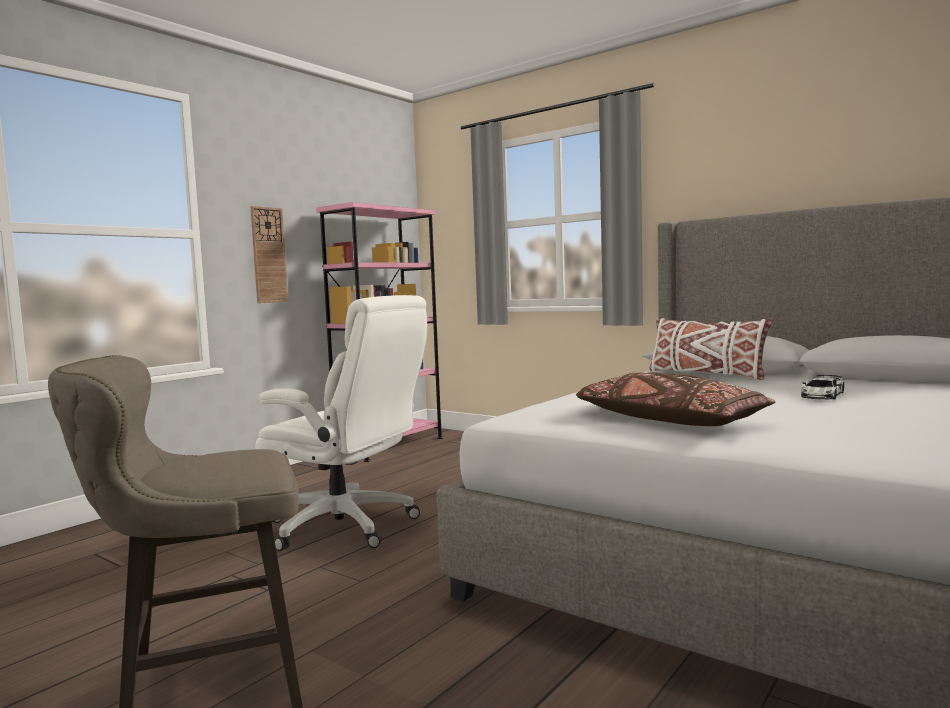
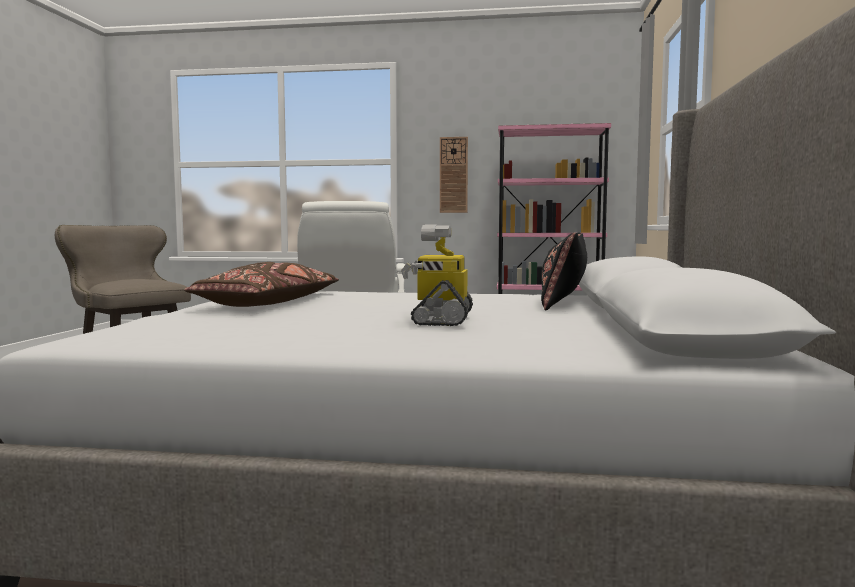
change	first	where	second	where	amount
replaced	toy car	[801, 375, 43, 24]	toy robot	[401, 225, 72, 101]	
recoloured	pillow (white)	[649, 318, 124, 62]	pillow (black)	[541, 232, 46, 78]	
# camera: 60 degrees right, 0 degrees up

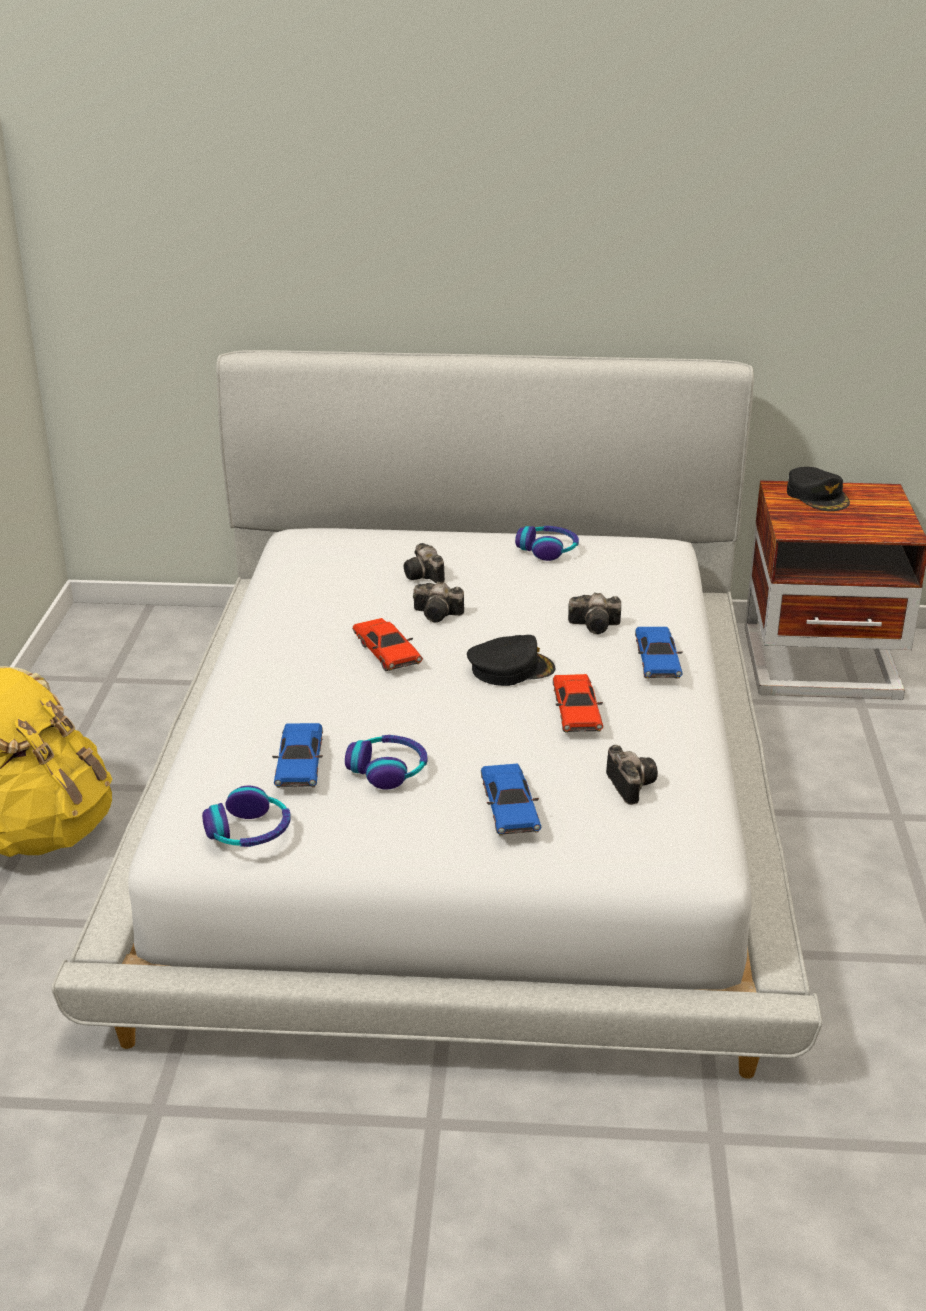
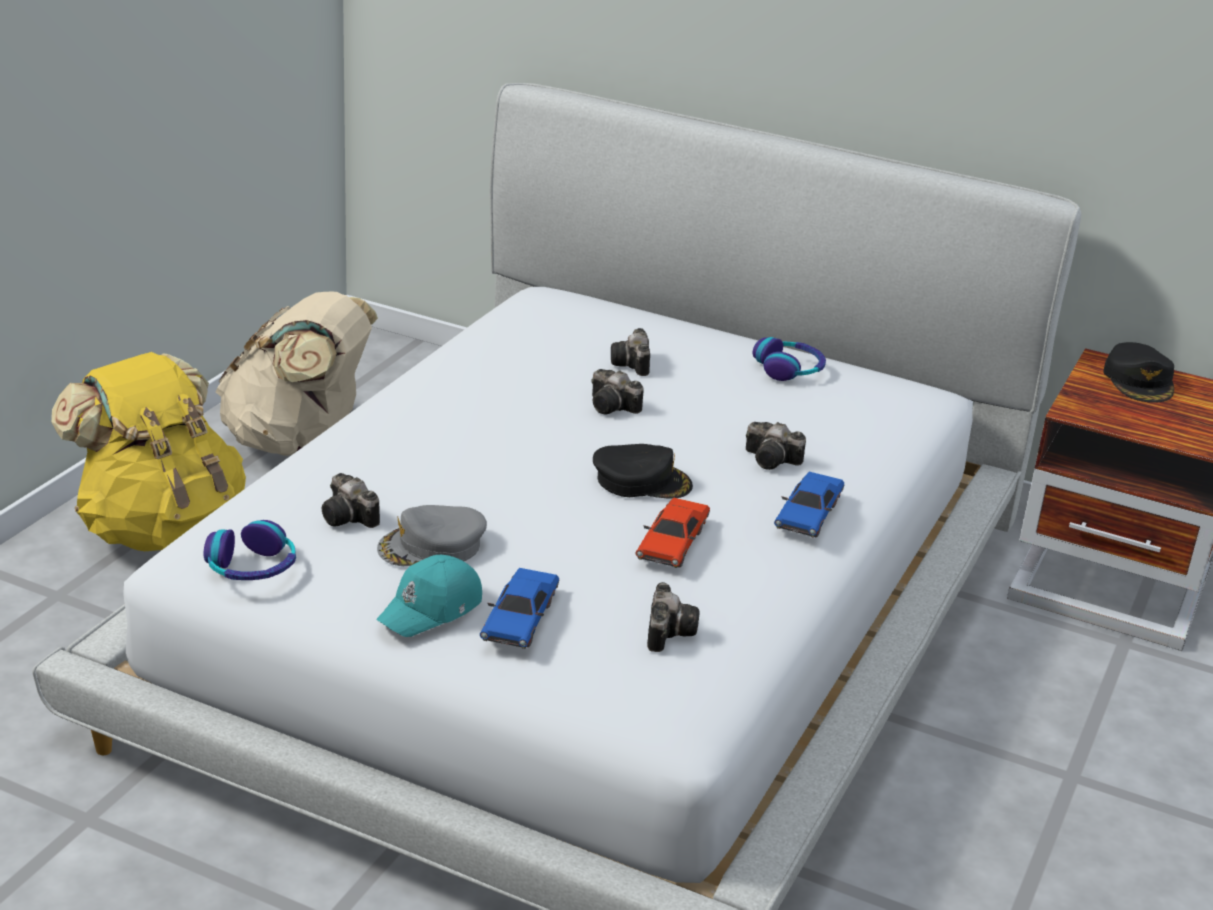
change	first	where	second	where	amount
added			backpack (beige)	[215, 291, 163, 165]	
replaced	toy car (blue)	[272, 723, 51, 65]	photo camera	[322, 473, 58, 55]	
added			cap (turquoise)	[376, 555, 106, 82]	
replaced	headphones	[345, 735, 83, 54]	cap (grey)	[377, 505, 110, 61]	
removed	toy car (red)	[352, 618, 71, 53]			
# camera: 20 degrees right, 0 degrees up

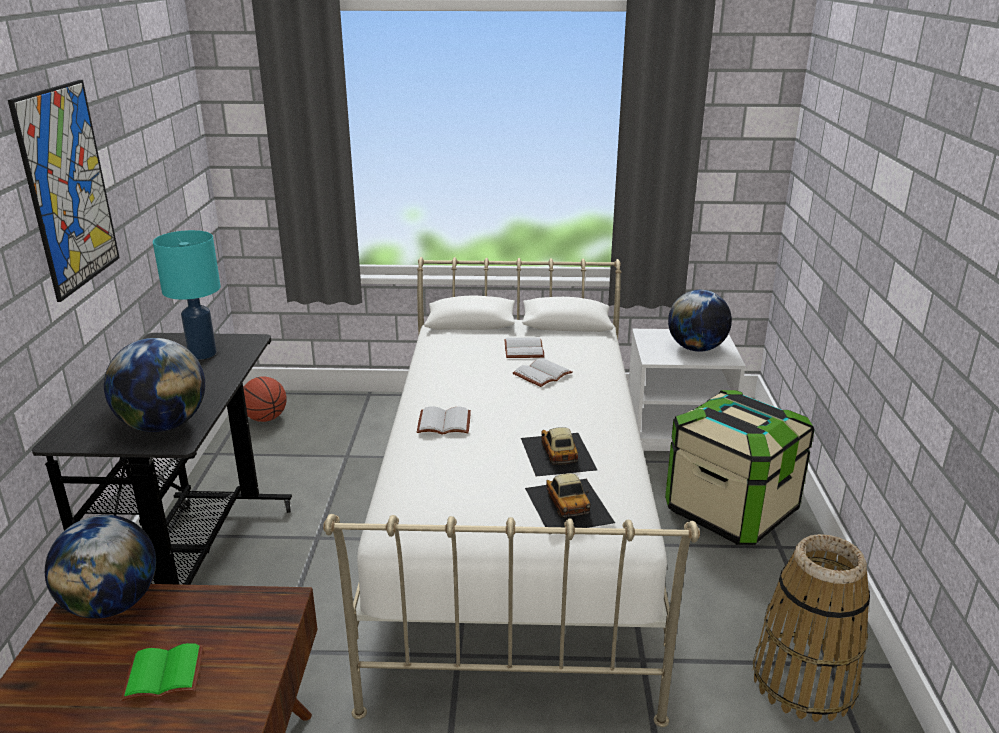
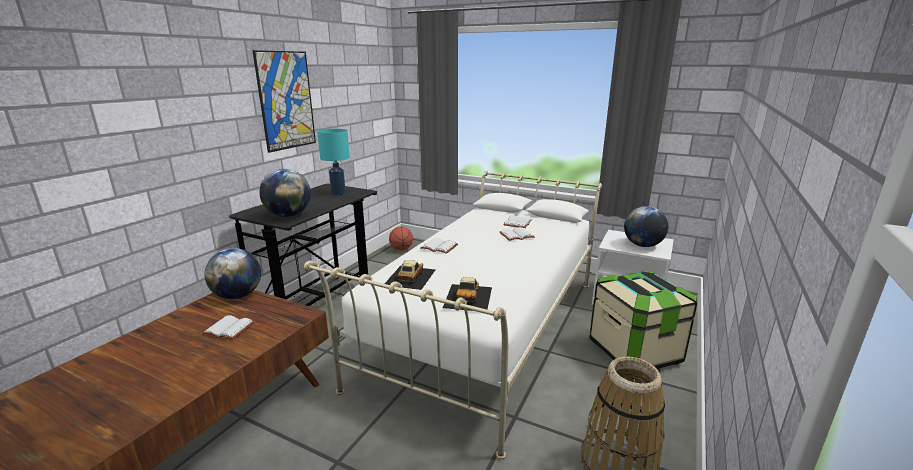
change	first	where	second	where	amount
recoloured	book (green)	[121, 643, 83, 58]	book (white)	[202, 315, 53, 24]	
moved	toy car	[521, 427, 76, 50]		[384, 260, 51, 30]	
# camera: 25 degrees right, 5 degrees down

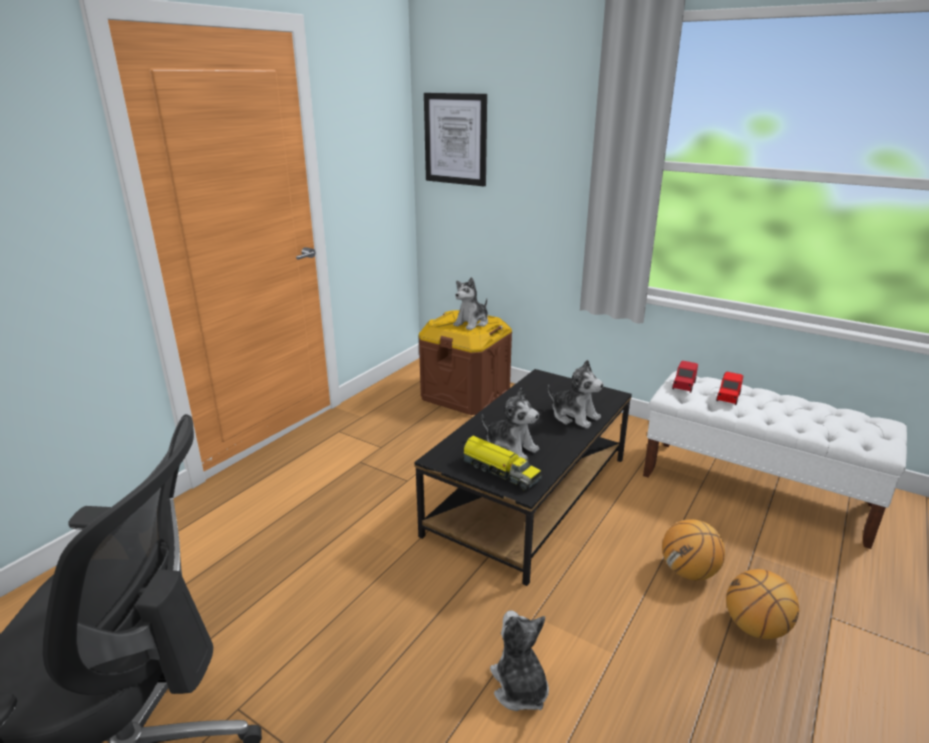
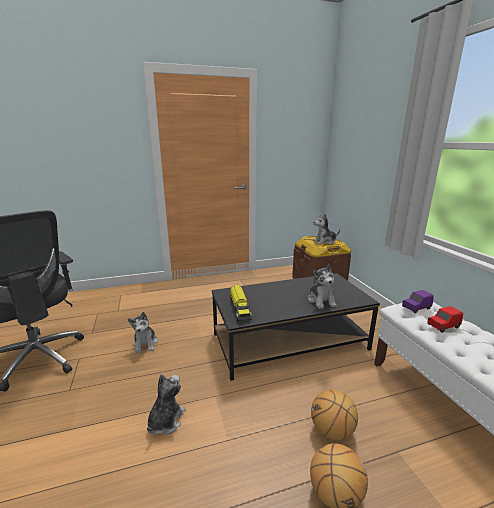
change	first	where	second	where	amount
moved	plush toy	[482, 387, 57, 73]		[128, 312, 30, 41]	
recoloured	toy car (red)	[672, 361, 26, 32]	toy car (purple)	[402, 290, 32, 23]	
removed	picture	[424, 93, 63, 93]			
# camera: 40 degrees right, 5 degrees down

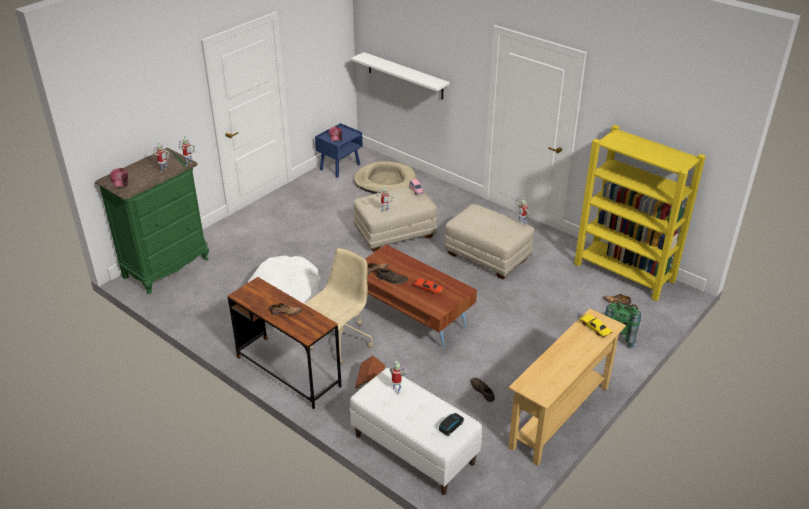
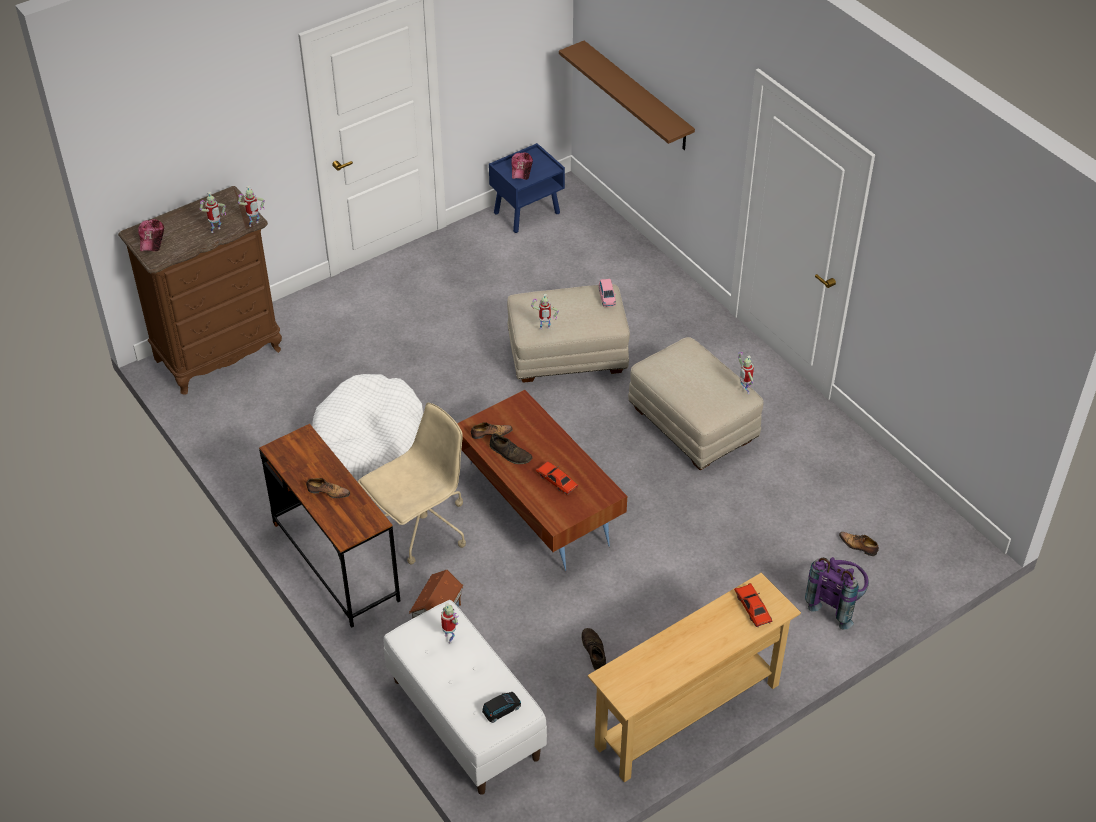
change	first	where	second	where	amount
recoloured	dresser (green)	[95, 148, 114, 146]	dresser (brown)	[118, 186, 164, 208]	
recoloured	shelf (white)	[351, 52, 99, 47]	shelf (brown)	[559, 40, 136, 110]	
recoloured	toy car (yellow)	[580, 314, 33, 24]	toy car (red)	[734, 583, 39, 44]	
recoloured	backpack (green)	[605, 300, 36, 48]	backpack (purple)	[805, 557, 64, 73]	
removed	dog bed (beige)	[354, 161, 62, 33]			
removed	bookcase (yellow)	[574, 125, 132, 176]			
# camera: 15 degrees right, 10 degrees up

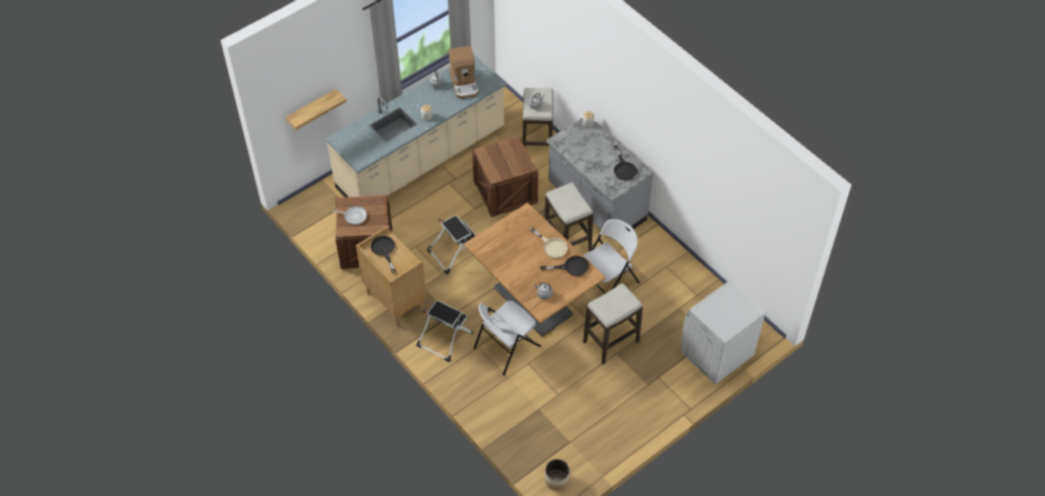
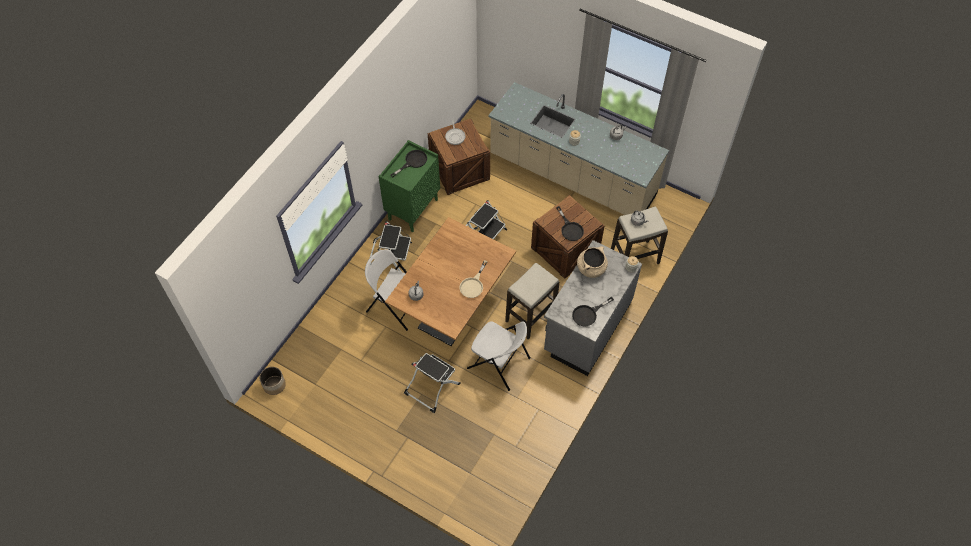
change	first	where	second	where	amount
recoloured	cabinet (brown)	[356, 226, 71, 101]	cabinet (green)	[378, 140, 62, 92]	
replaced	stool	[583, 283, 60, 82]	step ladder	[404, 353, 57, 60]	
moved	frying pan (black)	[541, 256, 48, 20]		[556, 206, 28, 35]	
added			cooking pot (beige)	[577, 246, 31, 32]	
removed	shelf	[285, 89, 62, 41]			
removed	coffee machine	[449, 46, 30, 53]			
removed	washing machine (white)	[681, 280, 85, 105]			
# camera: 70 degrees right, 5 degrees up

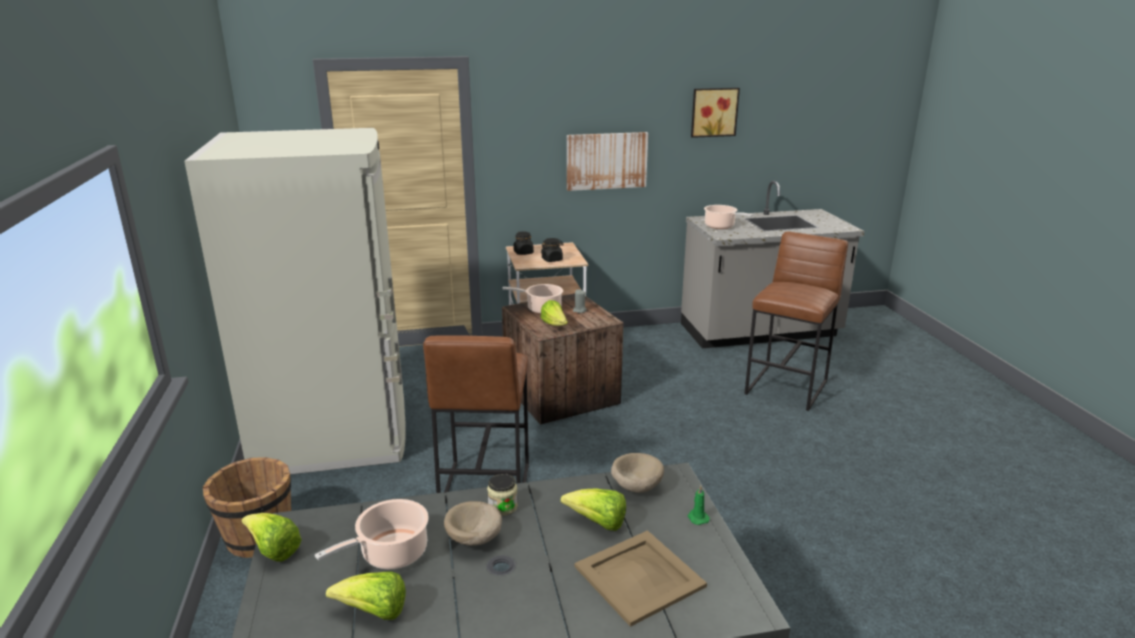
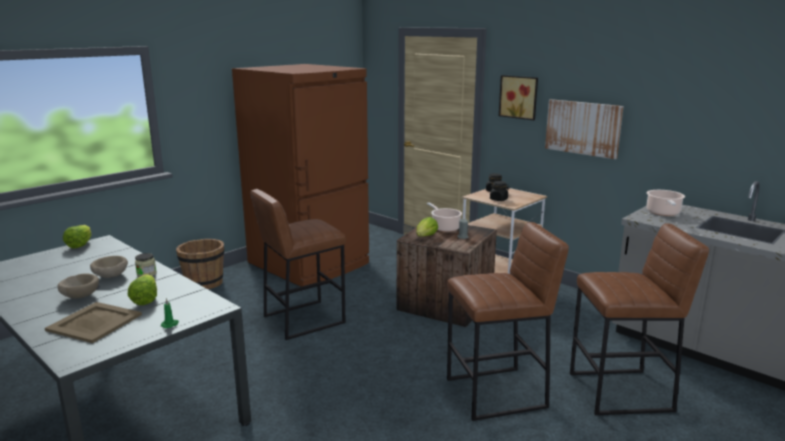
change	first	where	second	where	amount
moved	bowl (beige)	[611, 453, 53, 40]		[58, 274, 41, 24]	
recoloured	fridge (white)	[184, 128, 222, 347]	fridge (brown)	[232, 64, 137, 223]	
added			stool (brown)	[447, 222, 122, 199]	
moved	picture	[691, 88, 49, 50]		[499, 75, 39, 45]	
removed	cooking pot	[315, 499, 114, 70]			
removed	lettuce	[326, 571, 80, 49]			
# camera: 55 degrees right, 5 degrees down

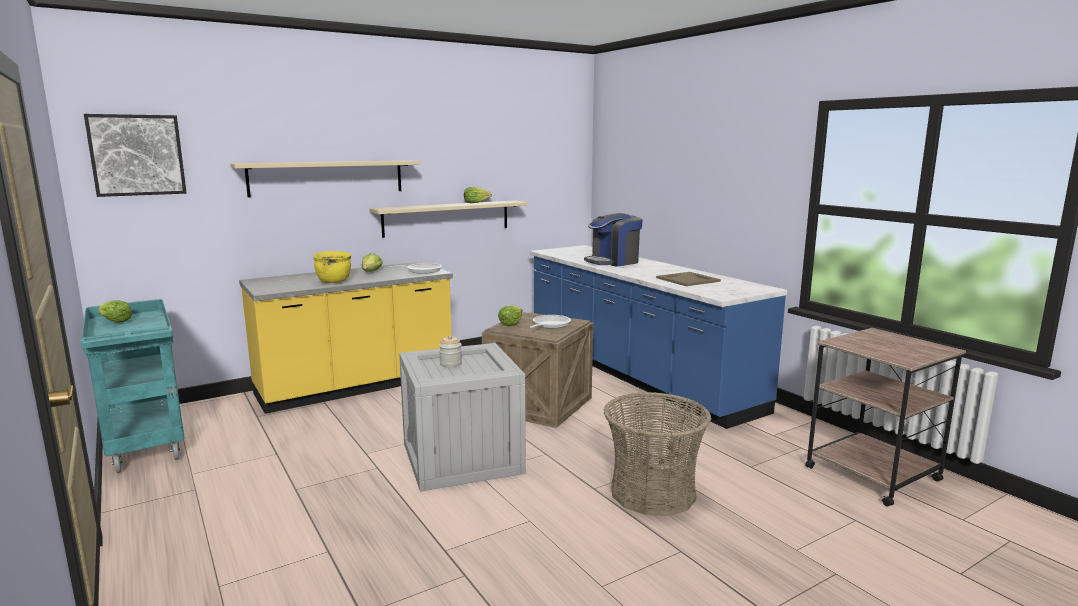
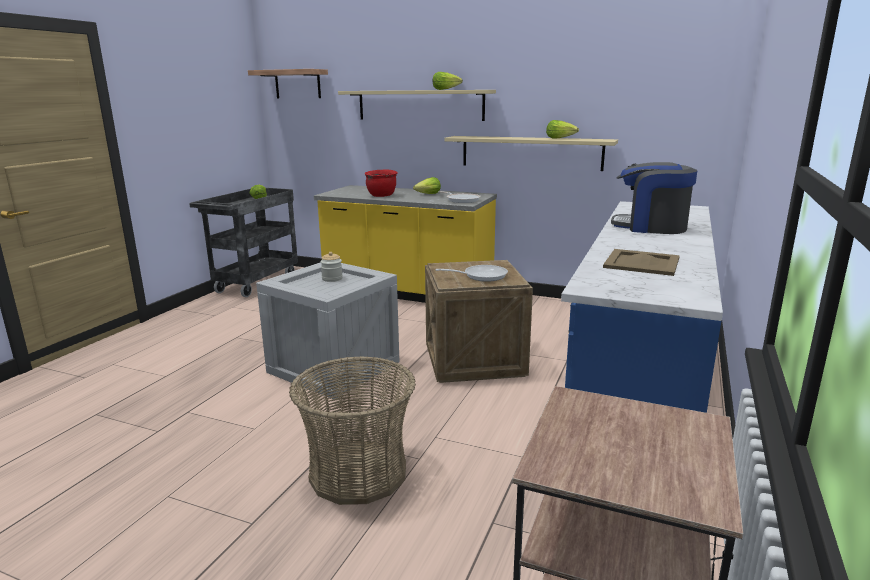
change	first	where	second	where	amount
recoloured	cart (turquoise)	[81, 299, 103, 174]	cart (black)	[189, 188, 109, 109]	
replaced	picture	[84, 114, 103, 83]	shelf	[248, 69, 80, 29]	
recoloured	cooking pot (yellow)	[313, 251, 39, 32]	cooking pot (red)	[365, 169, 33, 28]	
moved	lettuce	[498, 305, 25, 21]		[433, 72, 30, 18]	
# camera: 55 degrees right, 5 degrees up

